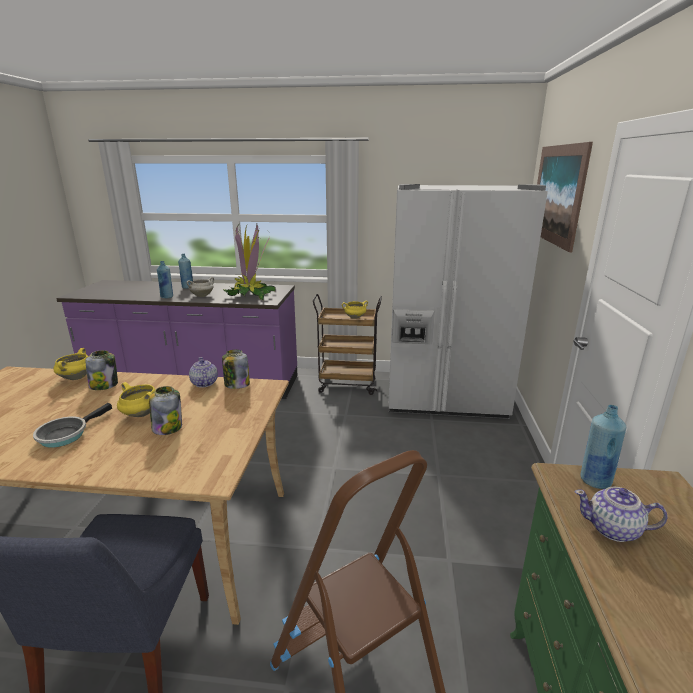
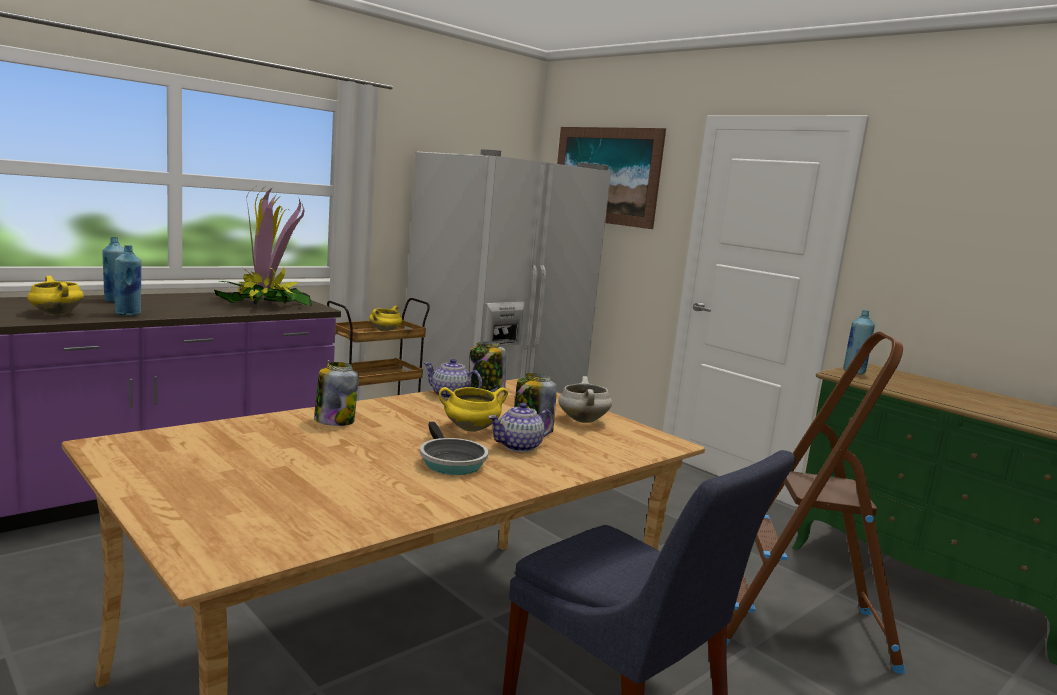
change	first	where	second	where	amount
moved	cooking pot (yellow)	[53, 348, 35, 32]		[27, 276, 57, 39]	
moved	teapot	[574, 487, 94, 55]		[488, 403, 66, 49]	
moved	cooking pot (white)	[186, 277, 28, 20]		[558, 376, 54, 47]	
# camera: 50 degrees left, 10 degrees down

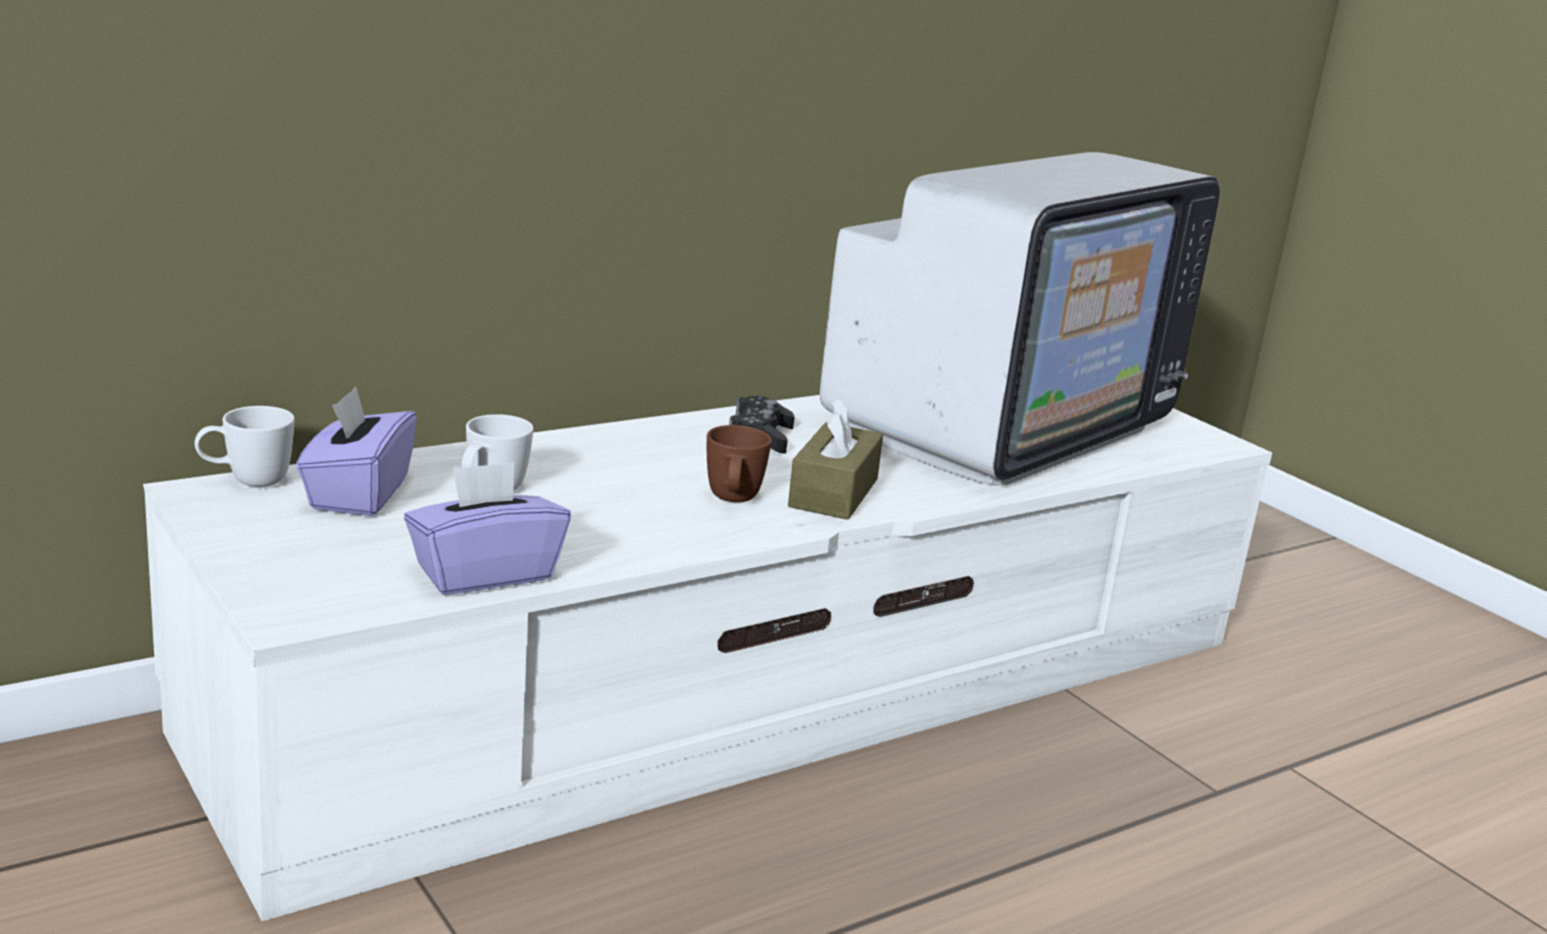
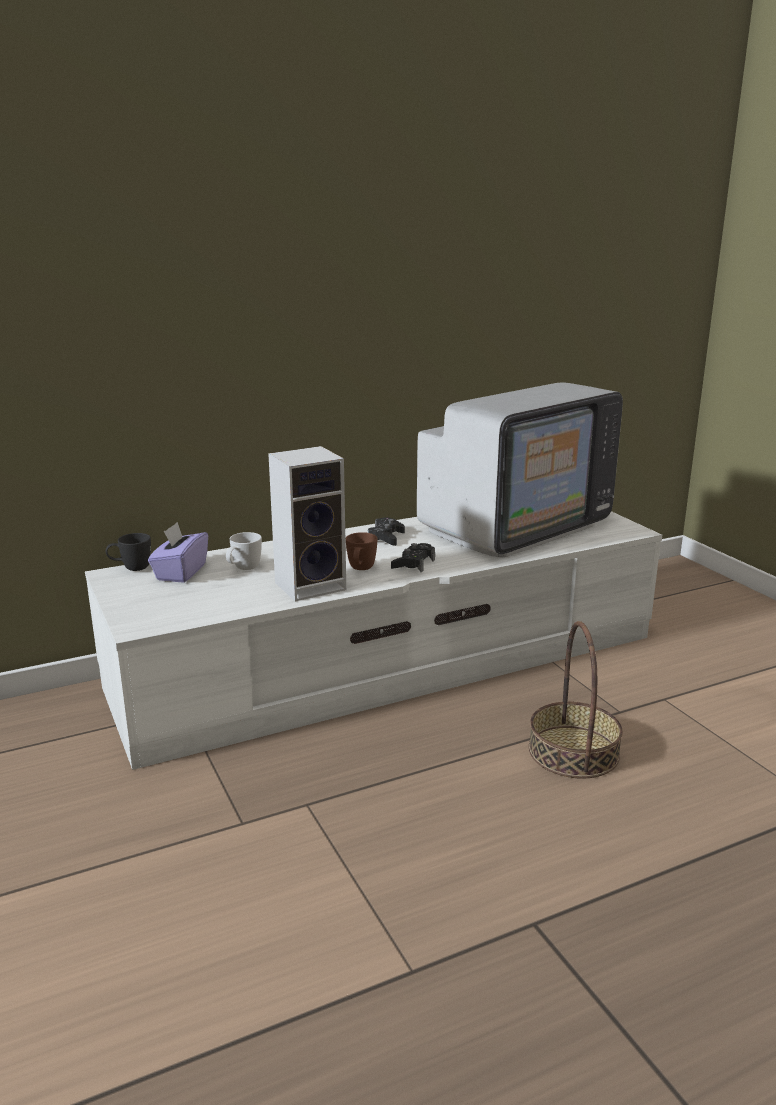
change	first	where	second	where	amount
recoloured	mug (white)	[195, 406, 100, 81]	mug (black)	[106, 533, 45, 38]	
added			speaker	[268, 446, 78, 155]	
replaced	tissue box (brown)	[788, 397, 95, 123]	game controller (black)	[391, 543, 44, 29]	
added			basket	[529, 621, 94, 157]	
removed	tissue box (purple)	[404, 462, 167, 133]			
# camera: 10 degrees right, 0 degrees up

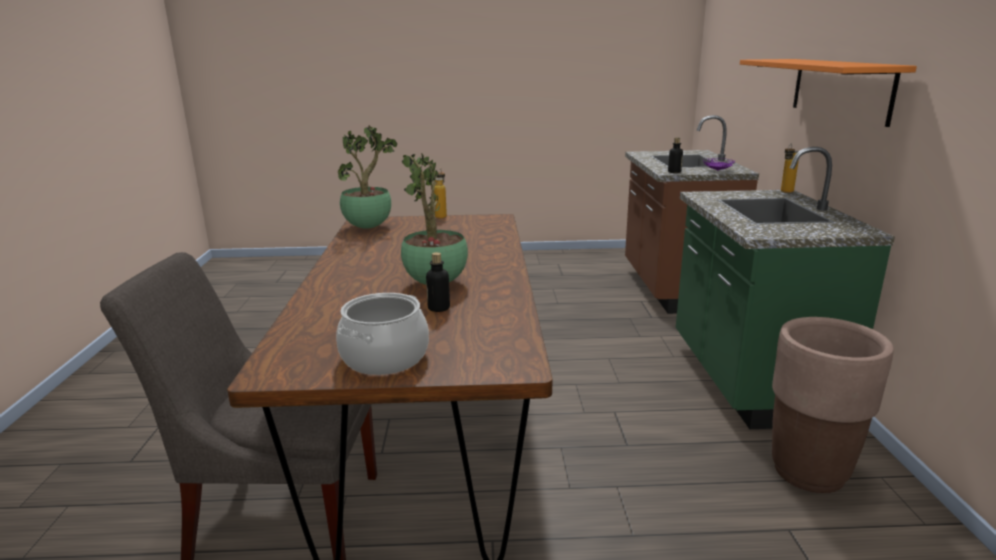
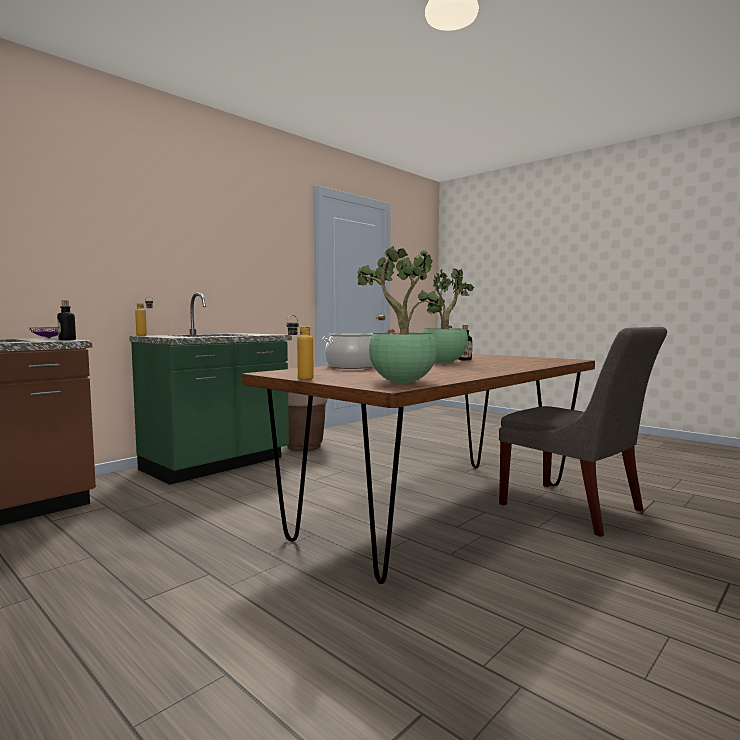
change	first	where	second	where	amount
moved	cooking pot	[336, 293, 93, 82]		[322, 333, 51, 36]	
removed	shelf (orange)	[740, 59, 177, 68]			
# camera: 135 degrees left, 15 degrees down

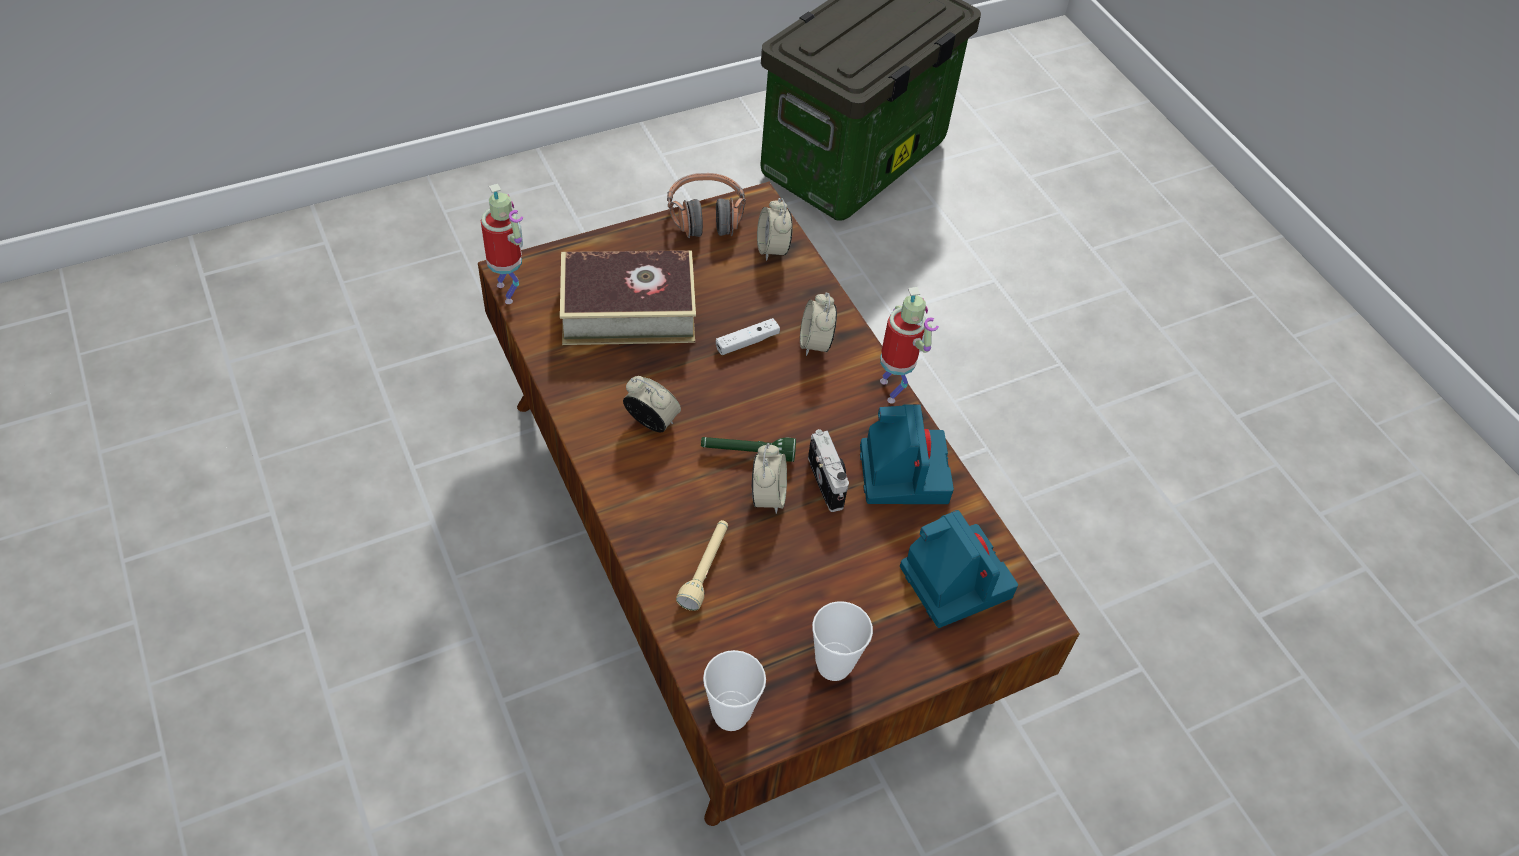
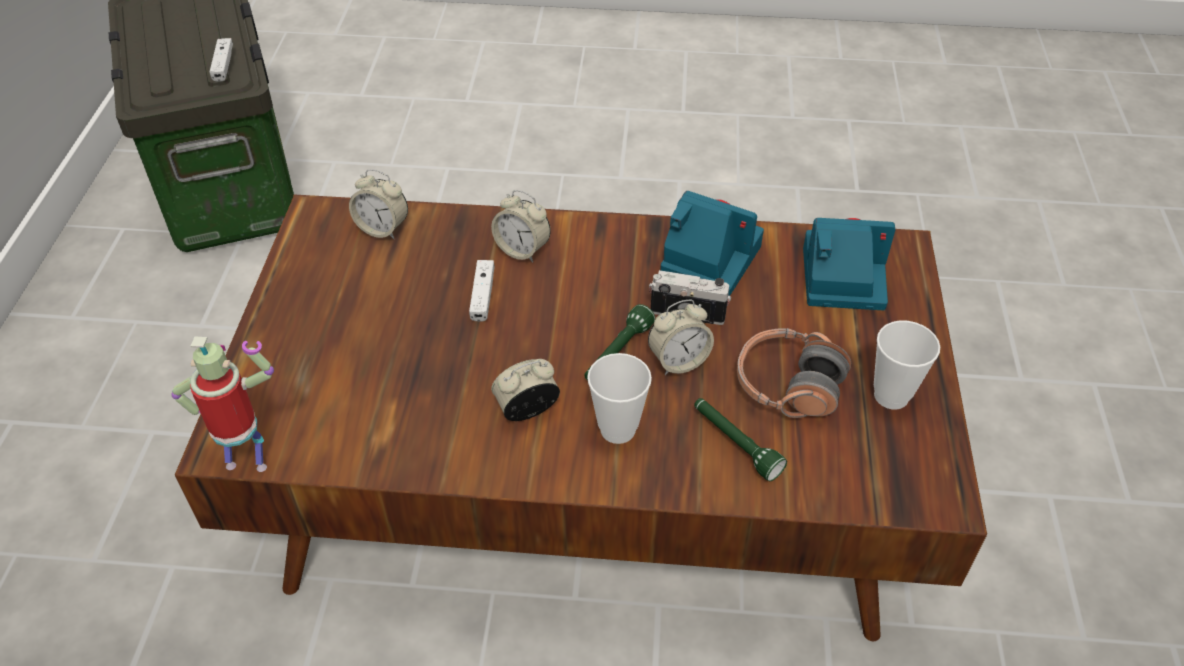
change	first	where	second	where	amount
added			game controller (white)	[210, 38, 23, 44]	
moved	cup	[703, 650, 63, 81]		[587, 353, 65, 91]	
turned	alarm clock	[752, 443, 35, 71]		[648, 300, 66, 75]	120 degrees clockwise
recoloured	flashlight (beige)	[676, 520, 52, 91]	flashlight (green)	[694, 398, 93, 83]	
moved	headphones	[667, 173, 79, 65]		[737, 328, 114, 90]	
removed	book	[560, 250, 136, 95]			
removed	toy robot	[880, 287, 59, 117]			
# camera: 55 degrees left, 5 degrees down

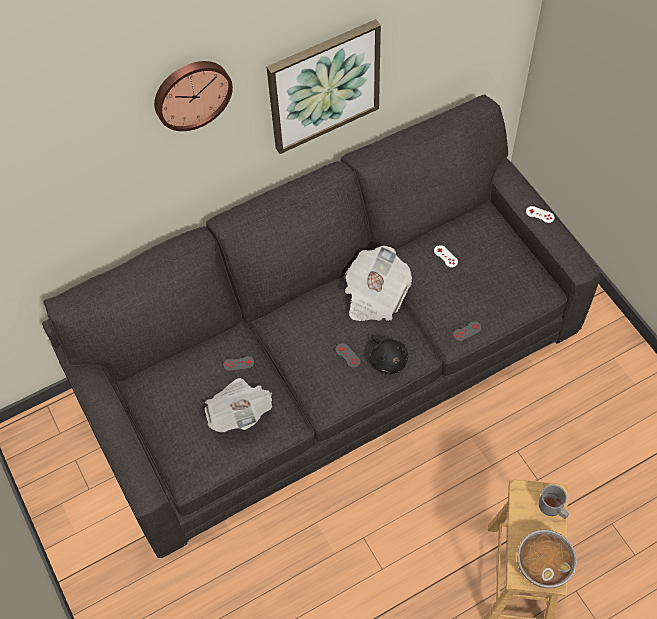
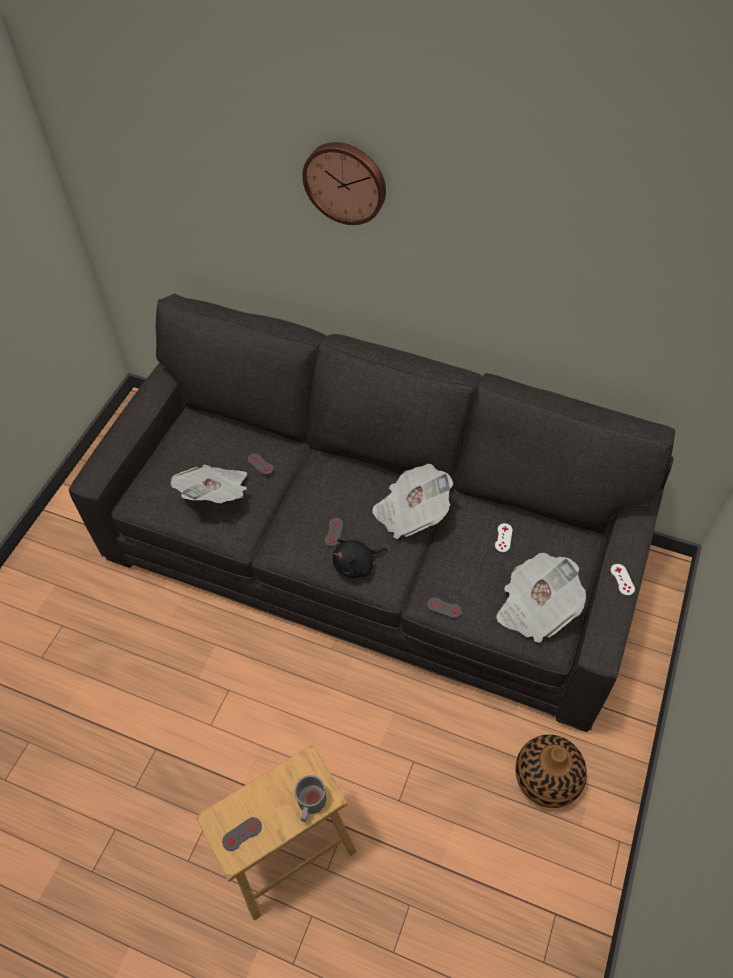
change	first	where	second	where	amount
replaced	bowl	[517, 530, 60, 58]	game controller (grey)	[222, 817, 40, 34]	
turned	plush toy (black)	[370, 335, 38, 40]		[333, 539, 54, 39]	45 degrees clockwise
added			newspaper	[496, 553, 90, 90]	
added			vase	[515, 734, 72, 74]	
removed	picture	[267, 19, 114, 135]			
# camera: 50 degrees right, 5 degrees down

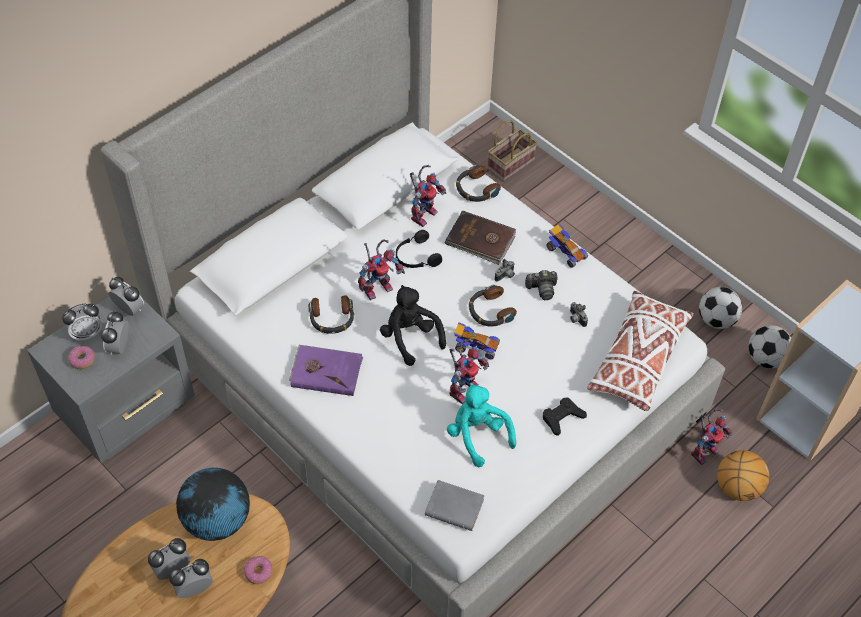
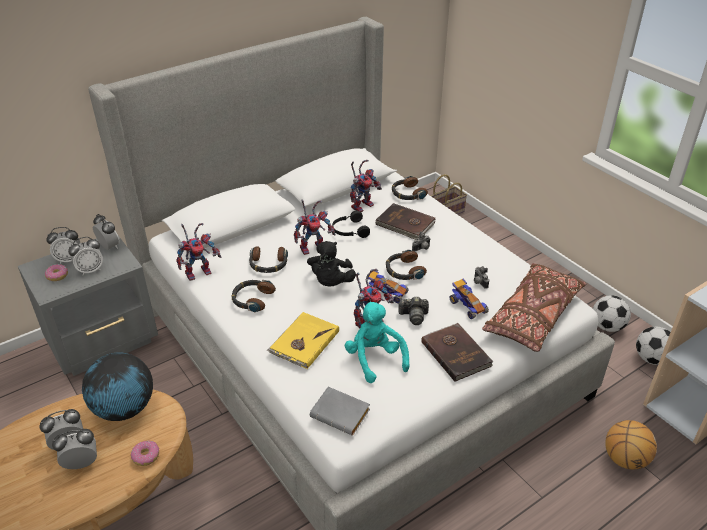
change	first	where	second	where	amount
turned	alarm clock	[101, 311, 28, 44]		[68, 237, 35, 38]	135 degrees counterclockwise
moved	toy robot	[691, 409, 41, 56]		[177, 223, 45, 58]	
replaced	book (purple)	[289, 345, 74, 51]	headphones	[231, 279, 45, 34]	
added			book (yellow)	[267, 312, 72, 57]	
turned	plush toy (black)	[380, 285, 66, 81]		[307, 241, 49, 46]	150 degrees counterclockwise
moved	photo camera	[525, 270, 33, 30]		[398, 297, 31, 28]	
replaced	game controller (black)	[543, 398, 44, 38]	book (brown)	[421, 323, 72, 59]	
moved	toy car	[546, 223, 42, 45]		[449, 279, 40, 40]	
recoloured	pillow (white)	[587, 291, 107, 120]	pillow (brown)	[482, 263, 104, 89]	
# camera: 10 degrees right, 15 degrees down

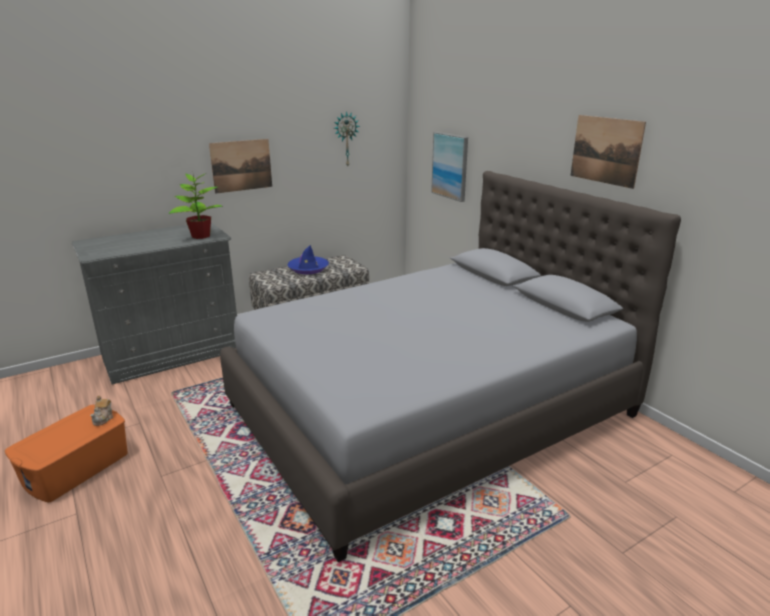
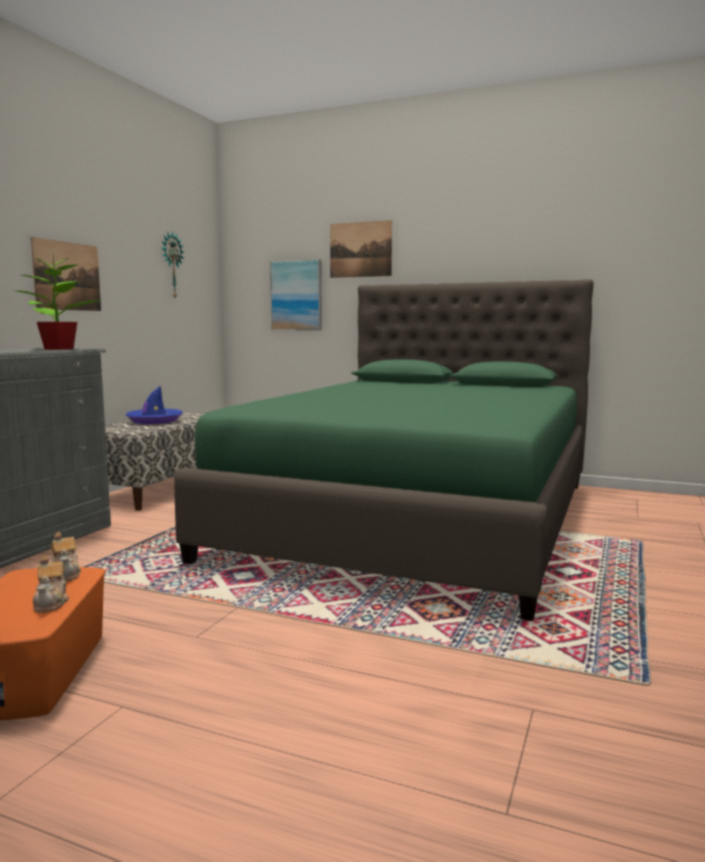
change	first	where	second	where	amount
added			teapot	[33, 556, 36, 57]	
recoloured	bed (grey)	[220, 171, 461, 391]	bed (green)	[174, 279, 419, 342]	
moved	picture	[571, 115, 75, 74]		[330, 220, 62, 58]	
# camera: 35 degrees left, 15 degrees down

